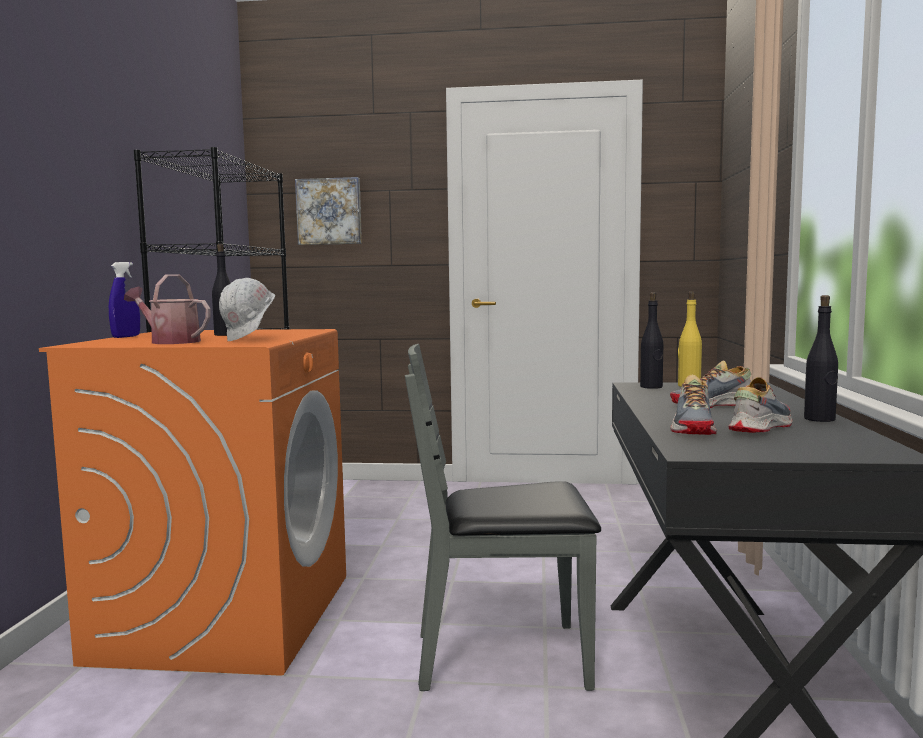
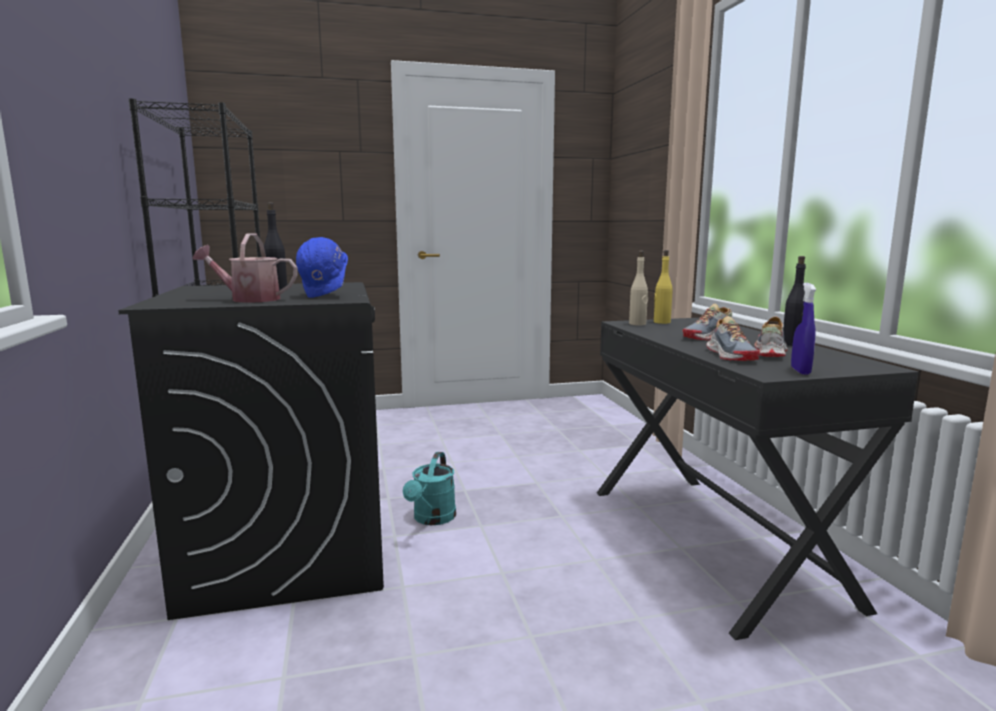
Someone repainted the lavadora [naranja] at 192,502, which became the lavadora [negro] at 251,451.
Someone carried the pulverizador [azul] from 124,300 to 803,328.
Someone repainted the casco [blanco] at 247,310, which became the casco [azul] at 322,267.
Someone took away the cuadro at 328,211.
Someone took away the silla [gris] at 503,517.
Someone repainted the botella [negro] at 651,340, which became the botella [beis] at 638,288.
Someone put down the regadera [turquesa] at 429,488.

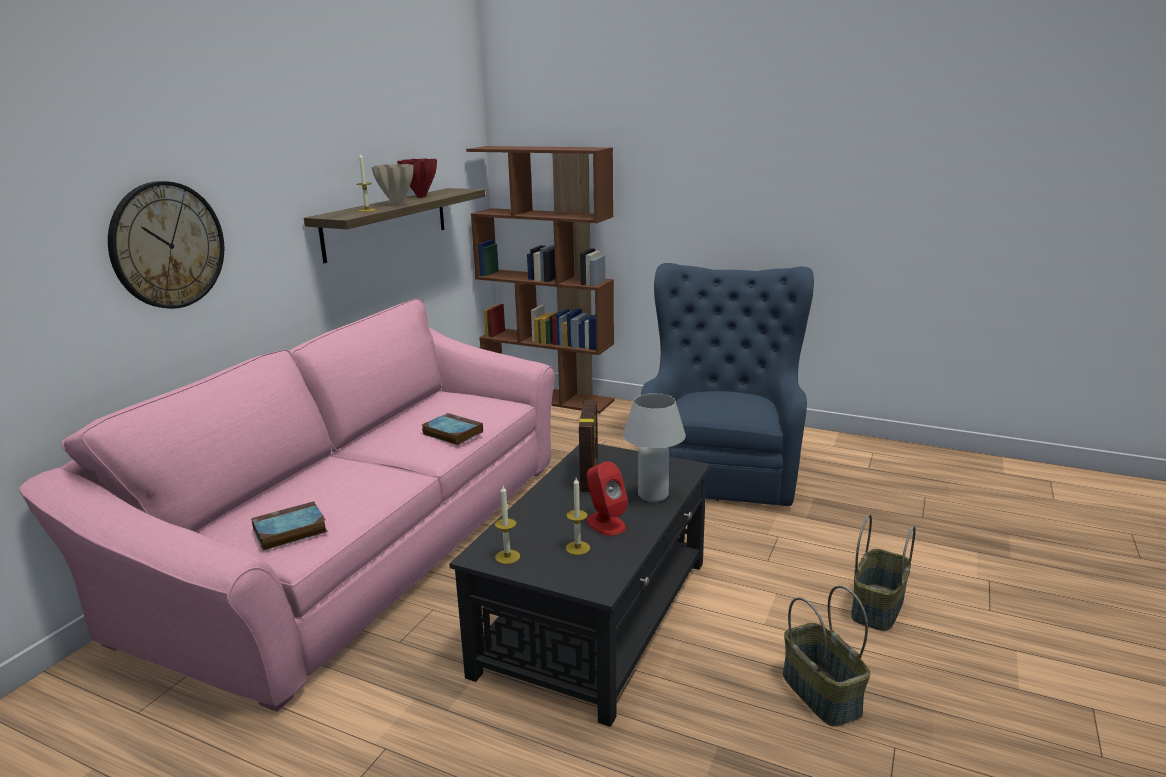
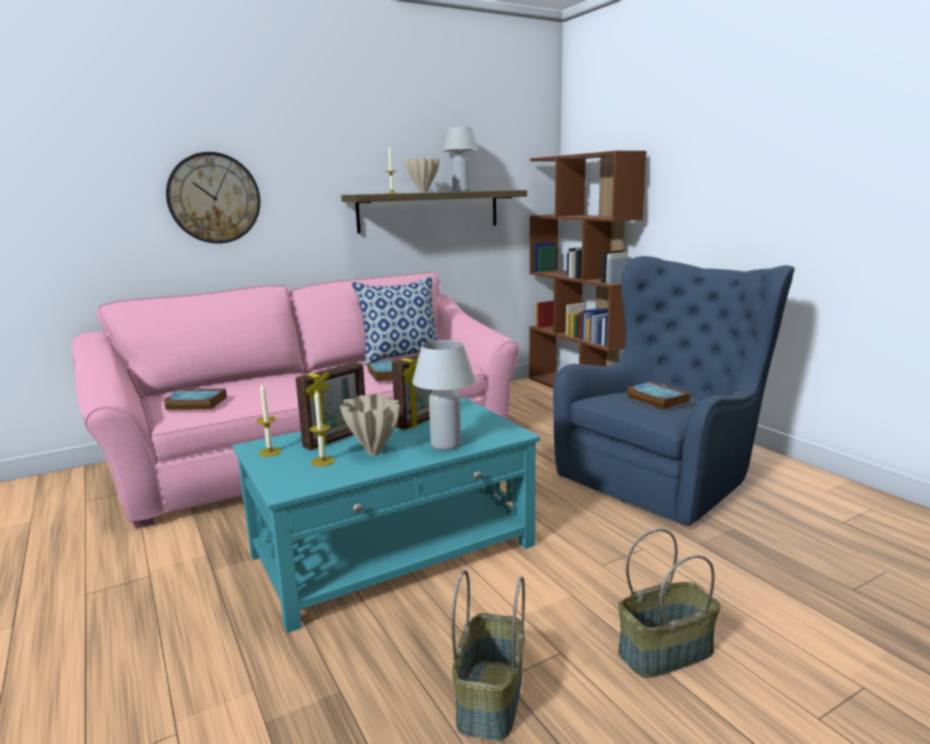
Someone swapped the florero [rojo] at 417,178 for the lámpara de mesa [blanco] at 460,159.
Someone repainted the mesa de centro [negro] at 579,585, which became the mesa de centro [turquesa] at 386,515.
Someone swapped the altavoz [rojo] at 607,498 for the florero [beis] at 370,424.
Someone put down the portarretratos at 330,406.
Someone put down the cojín at 395,320.
Someone put down the libro at 659,395.

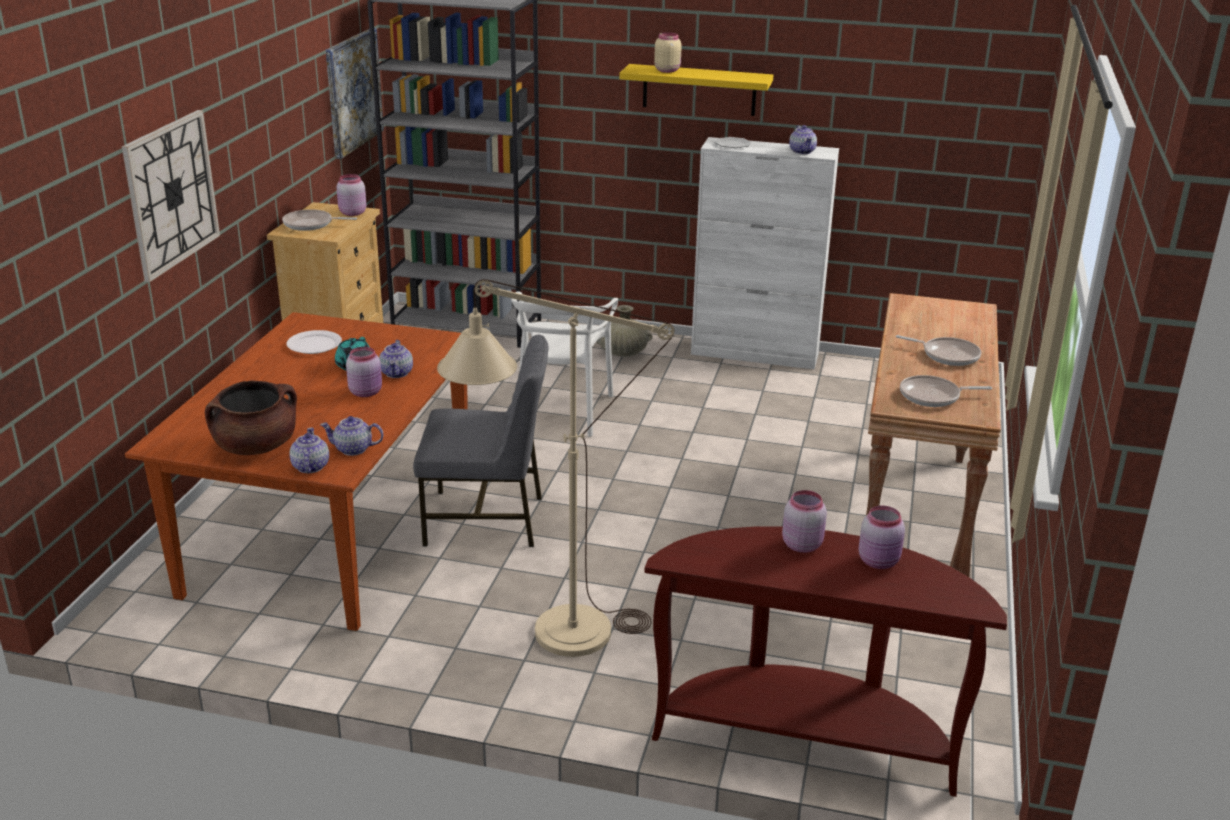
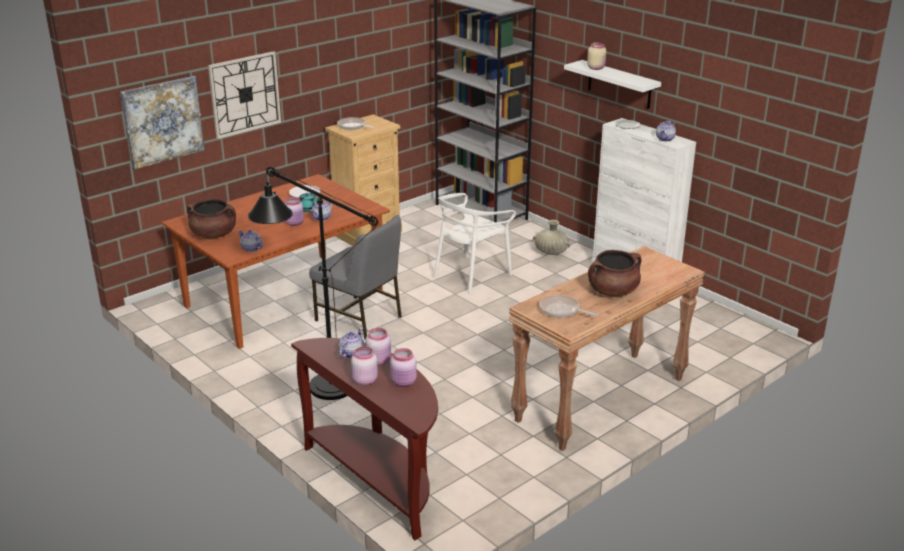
Someone carried the tetera from 309,450 to 351,343.
Someone carried the cuadro from 355,93 to 162,122.
Someone carried the tarro [rosa] from 351,195 to 364,366.
Someone repainted the lámpara de pie [beis] at 555,468, which became the lámpara de pie [negro] at 313,283.
Someone repainted the estante [amarillo] at 696,90, which became the estante [blanco] at 612,84.
Someone swapped the sartén at 938,350 for the olla [marrón] at 614,273.

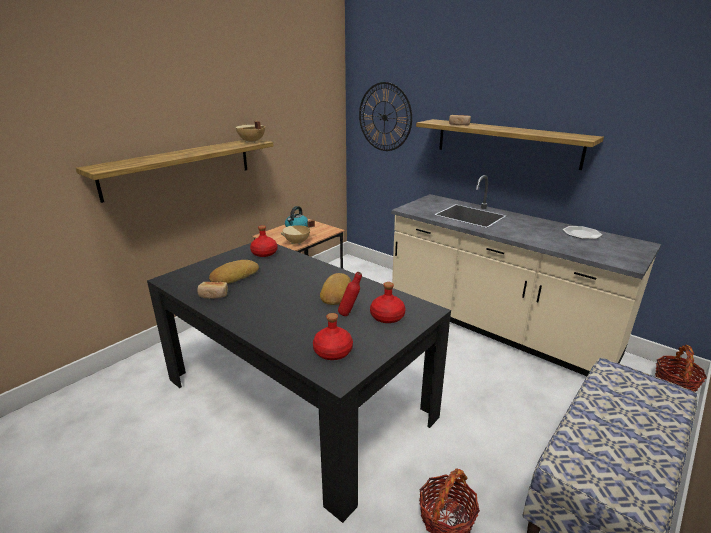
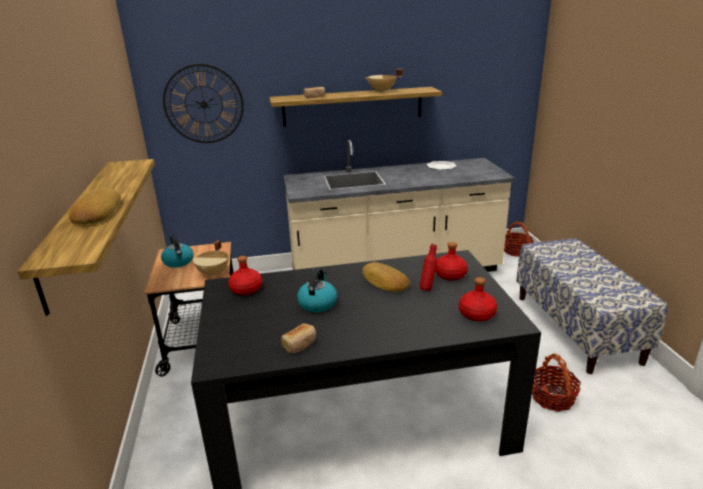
Someone carried the pan from 234,272 to 95,206.
Someone carried the olla [beis] from 250,132 to 384,81.
Someone put down the hervidor at 317,290.

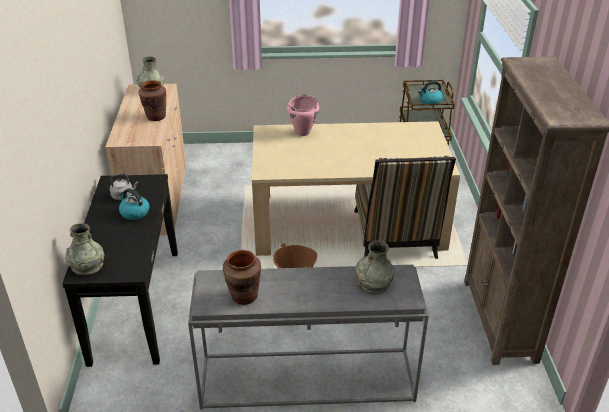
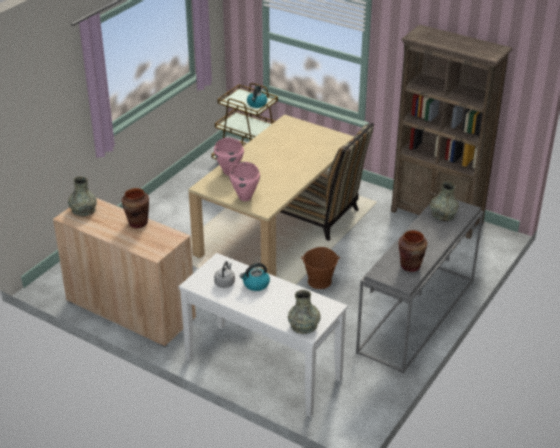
Someone repainted the mesa consola [negro] at 120,270, which became the mesa consola [blanco] at 263,335.
Someone put down the olla [rosa] at 244,181.

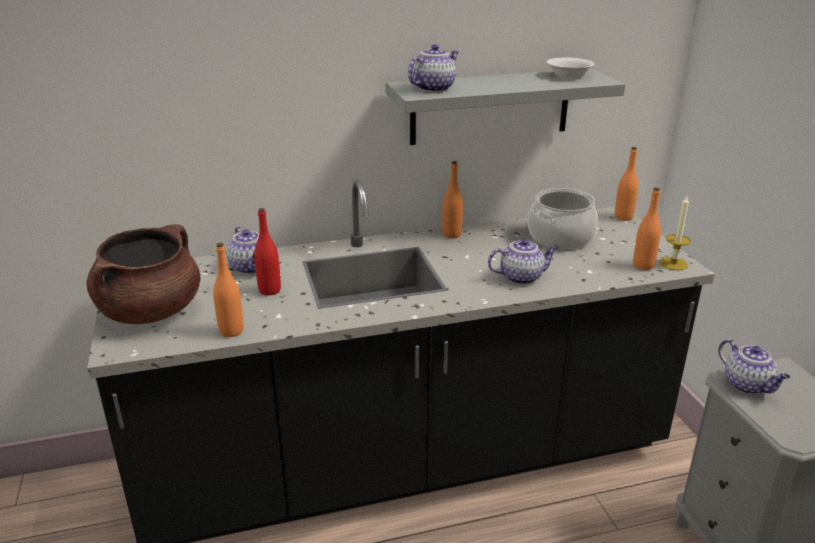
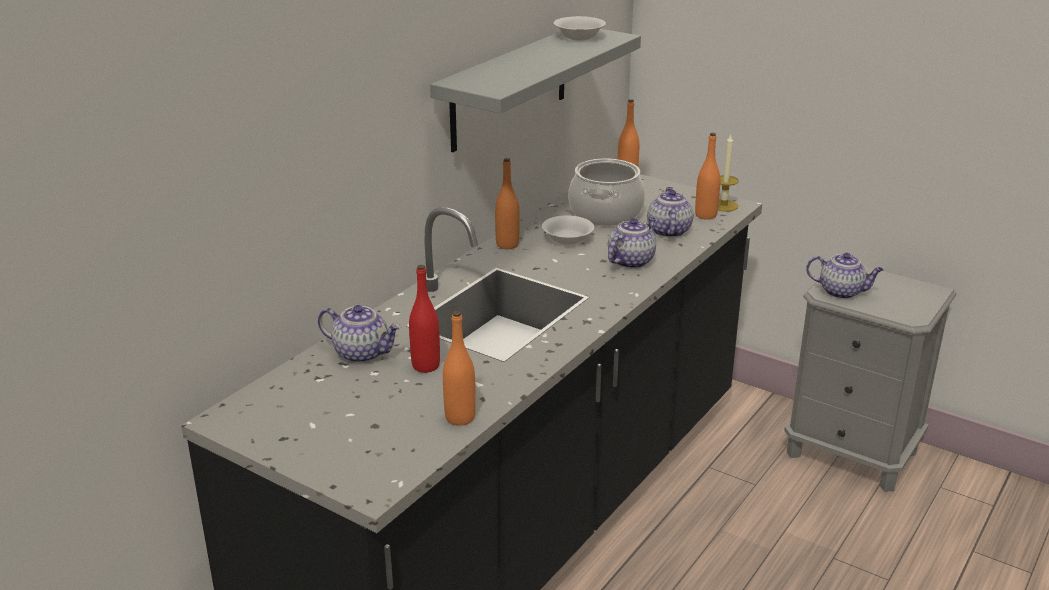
Someone took away the olla [marrón] at 143,274.
Someone carried the tetera from 433,68 to 670,212.
Someone put down the cuenco [blanco] at 568,230.

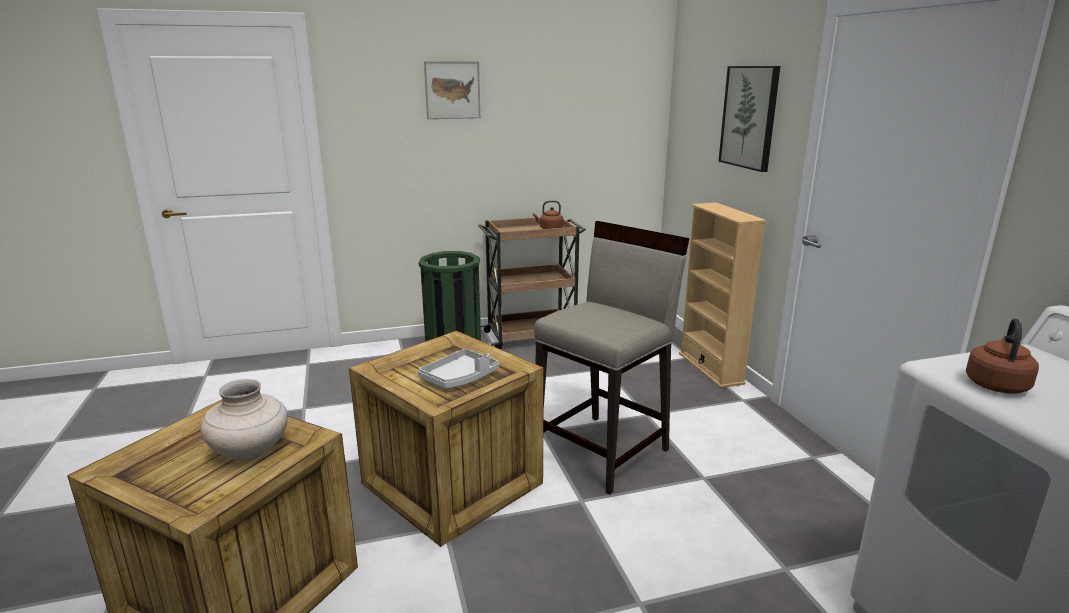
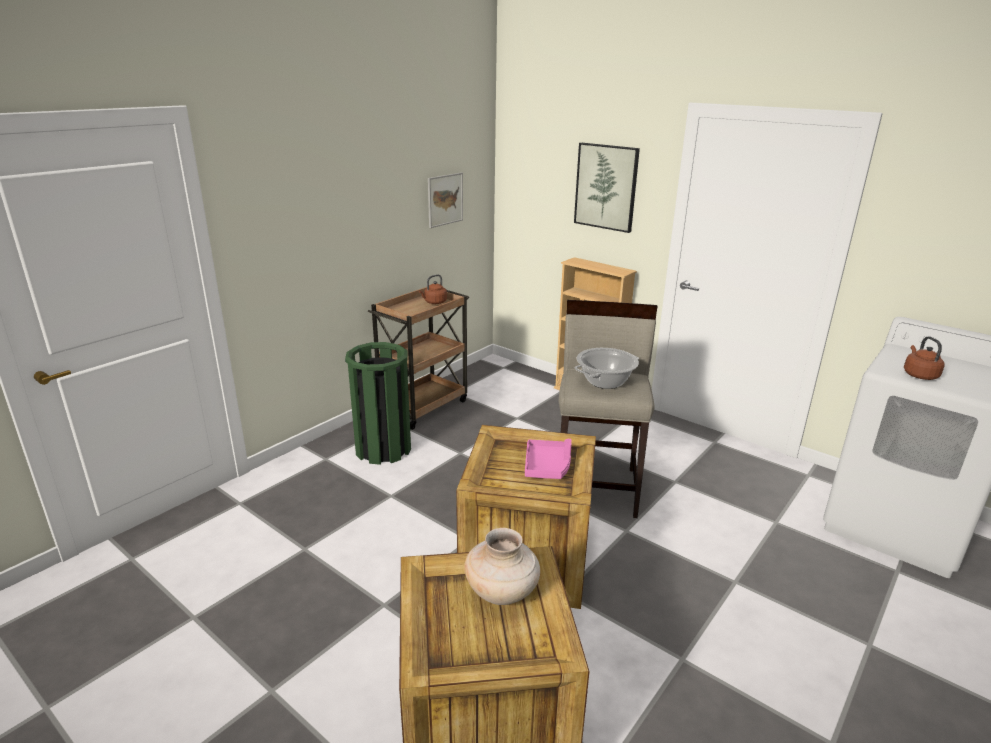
Someone repainted the bandeja [gris] at 458,368, which became the bandeja [rosa] at 548,459.
Someone carried the cuadro from 452,90 to 445,200.
Someone put down the olla at 607,368.

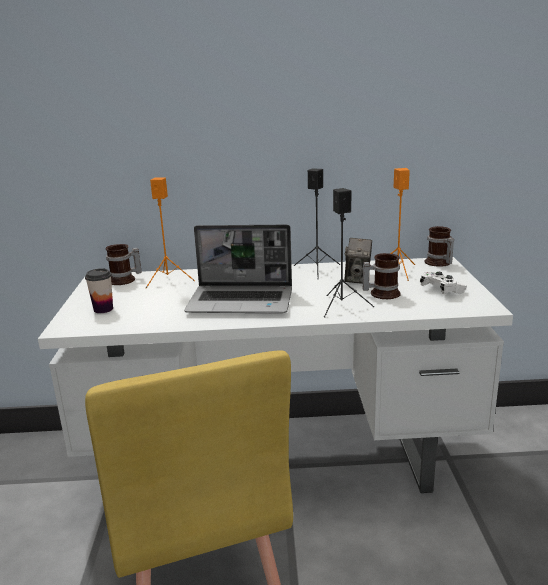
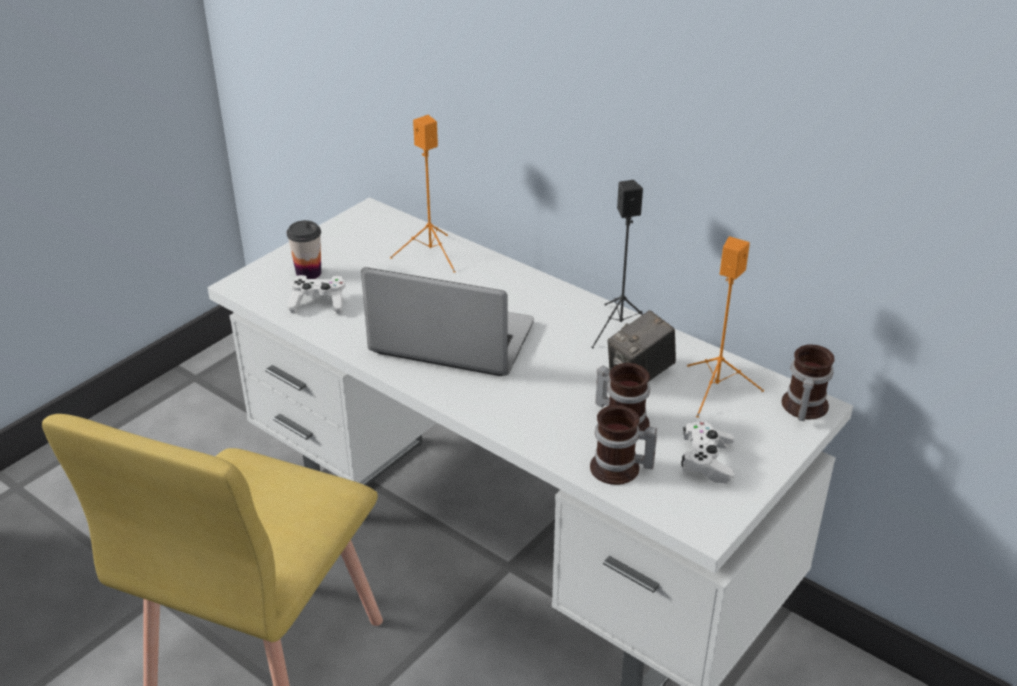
Someone carried the taza grande from 123,264 to 623,445.
Someone rotated the portátil at 238,269 by 150 degrees clockwise.
Someone took away the altavoz [negro] at 349,252.
Someone put down the mando de consola [blanco] at 316,294.

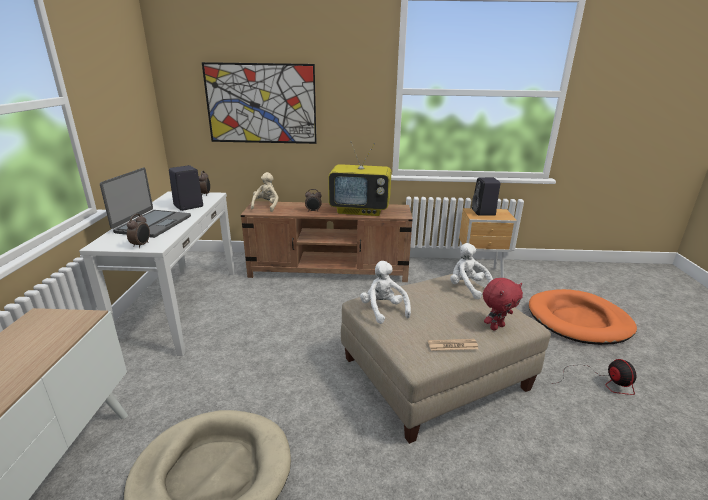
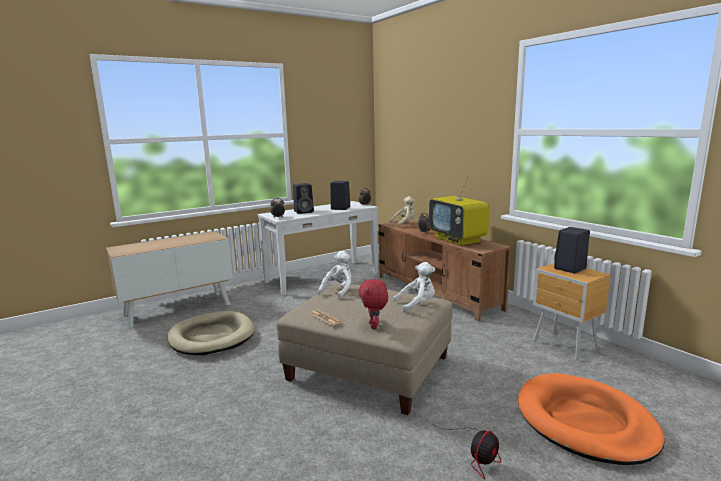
Someone swapped the portátil at 145,202 for the altavoz [negro] at 303,198.
Someone took away the cuadro at 259,103.
Someone rotated the peluche [blanco] at 471,271 by 60 degrees clockwise.
Someone rotated the peluche [rojo] at 503,304 by 60 degrees clockwise.

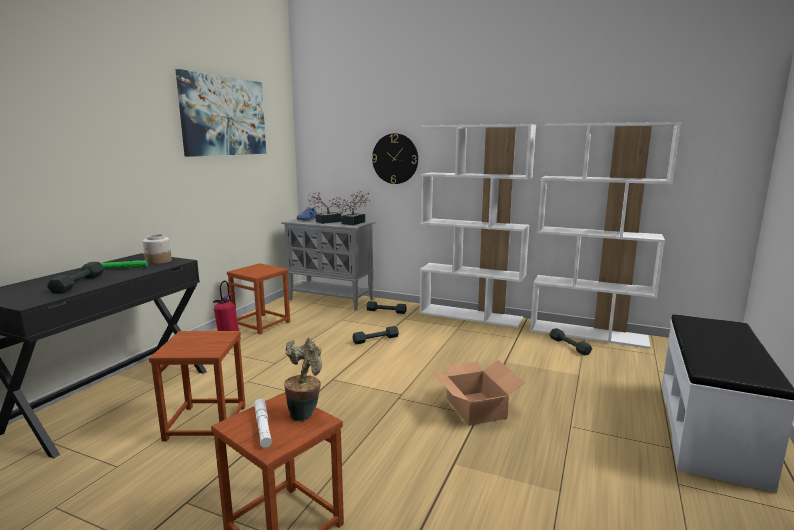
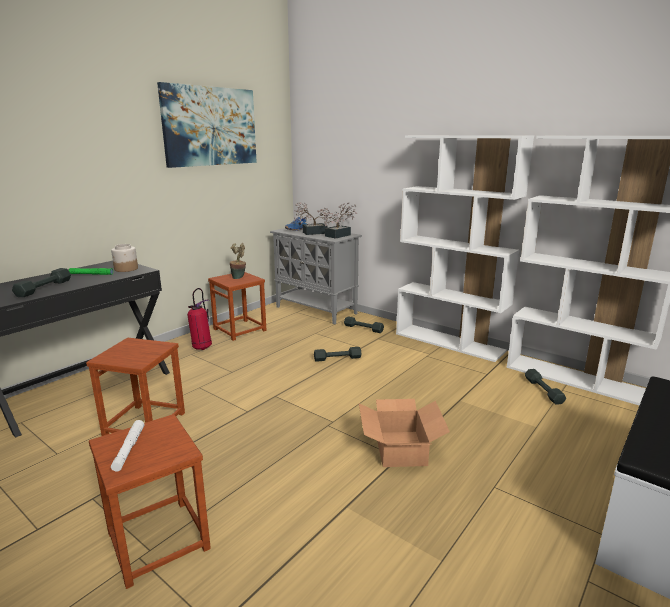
Someone carried the planta en maceta from 303,379 to 237,261.
Someone took away the reloj de pared at 395,158.

